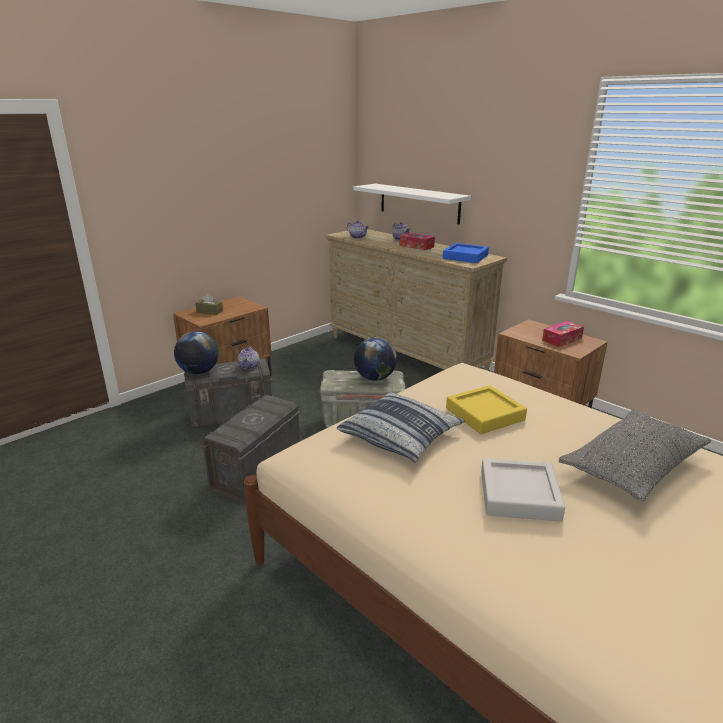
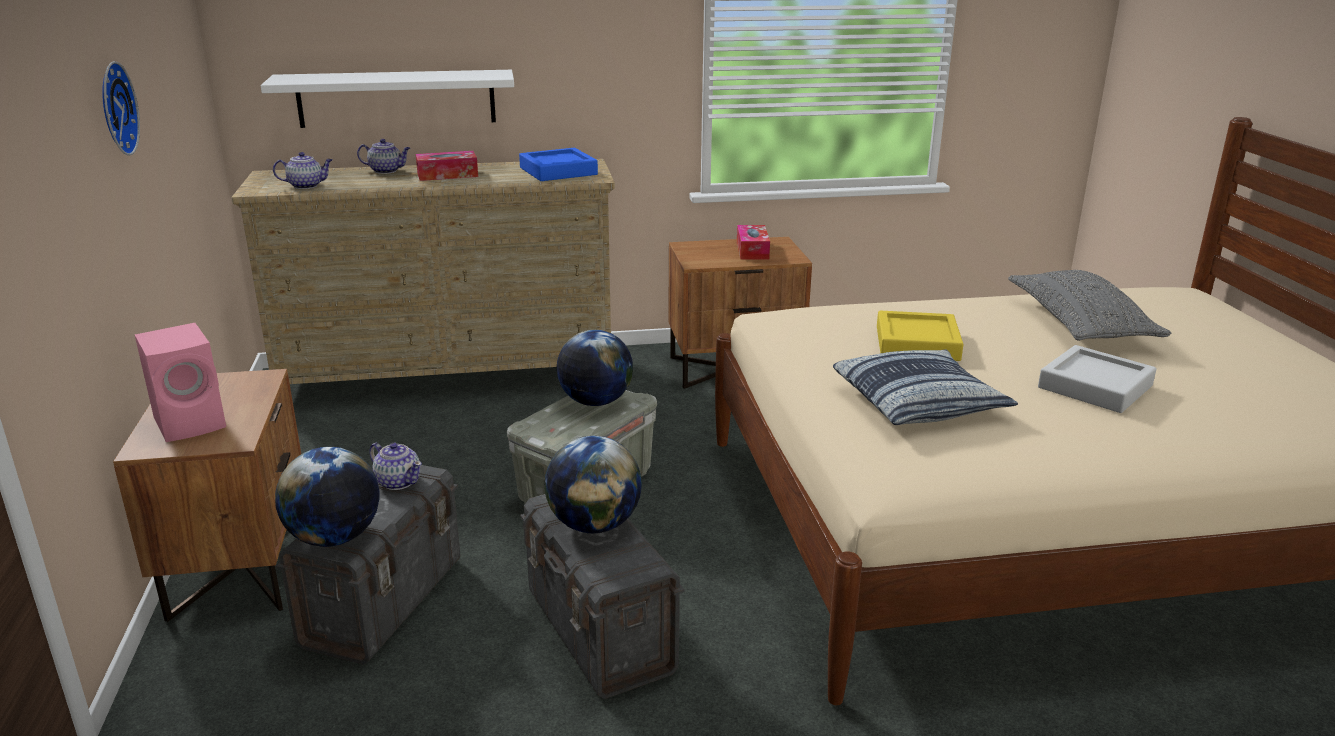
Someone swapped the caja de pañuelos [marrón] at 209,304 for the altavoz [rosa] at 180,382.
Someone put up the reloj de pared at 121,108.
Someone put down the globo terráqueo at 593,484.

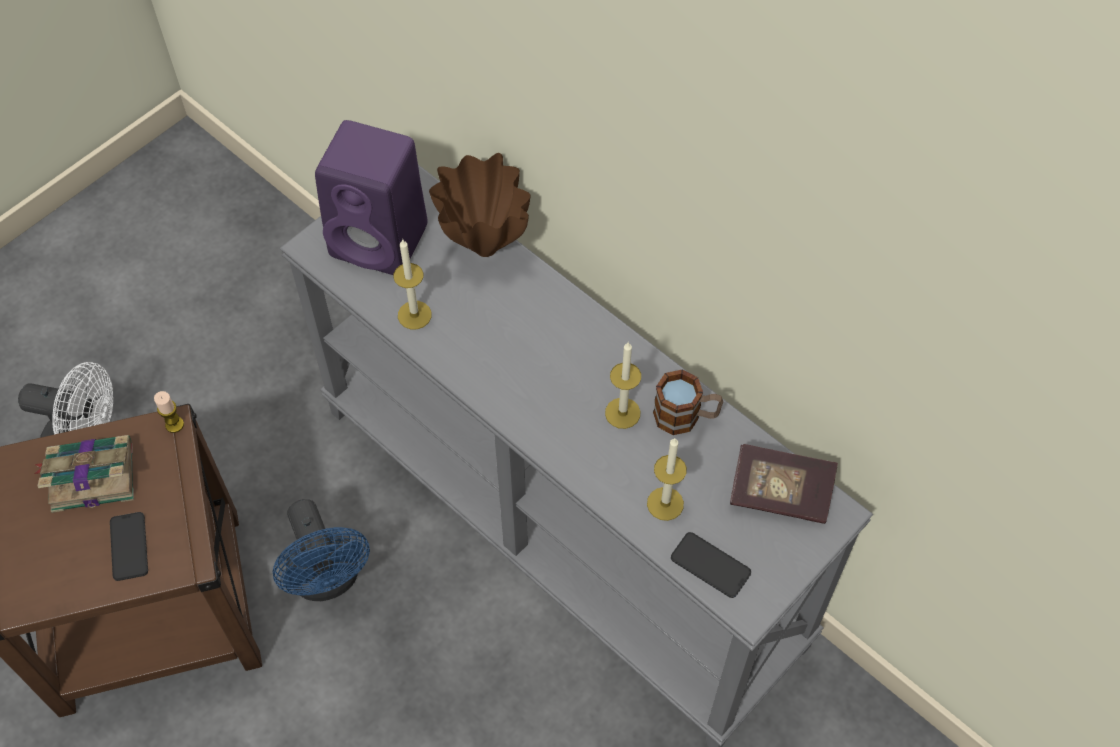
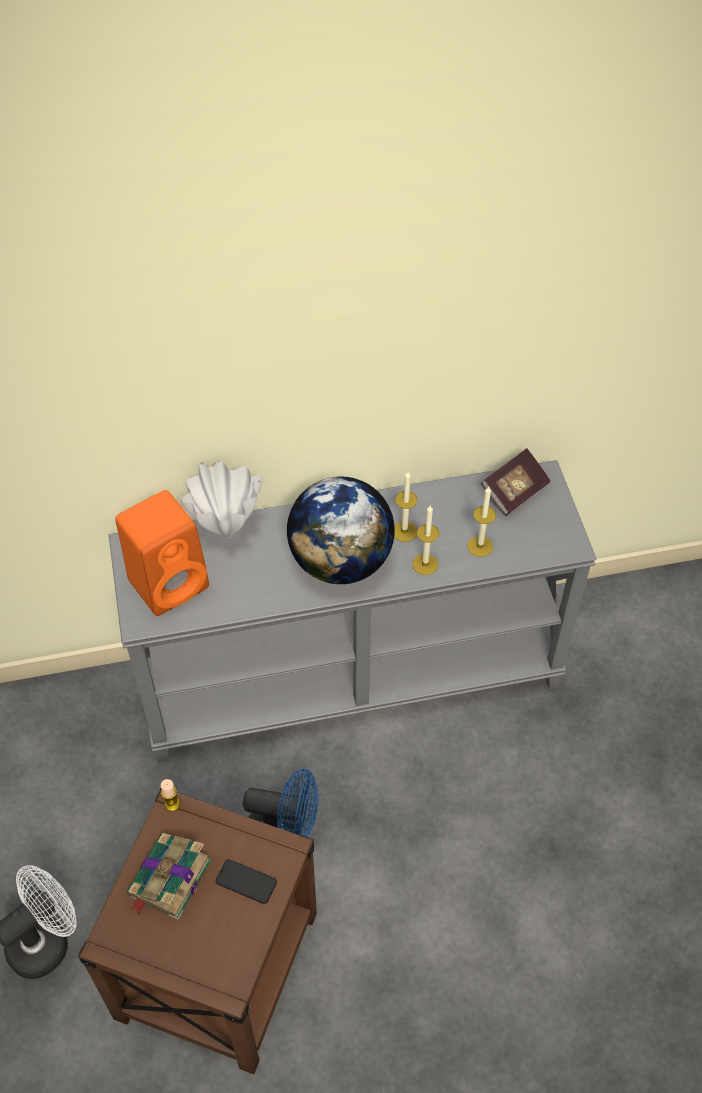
Someone repainted the altavoz [morado] at 371,197, which became the altavoz [naranja] at 162,553.
Someone carried the vela from 412,284 to 425,540.
Someone repainted the florero [marrón] at 480,205, which became the florero [blanco] at 221,499.
Someone took away the taza grande at 688,402.
Someone took away the móvil at 711,565.
Someone put down the globo terráqueo at 341,530.

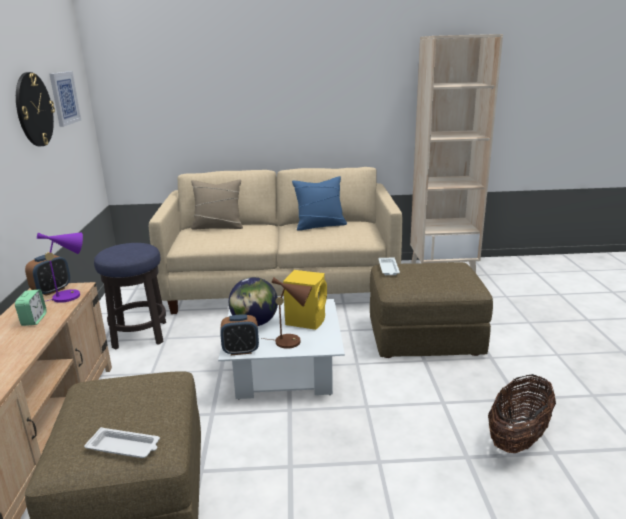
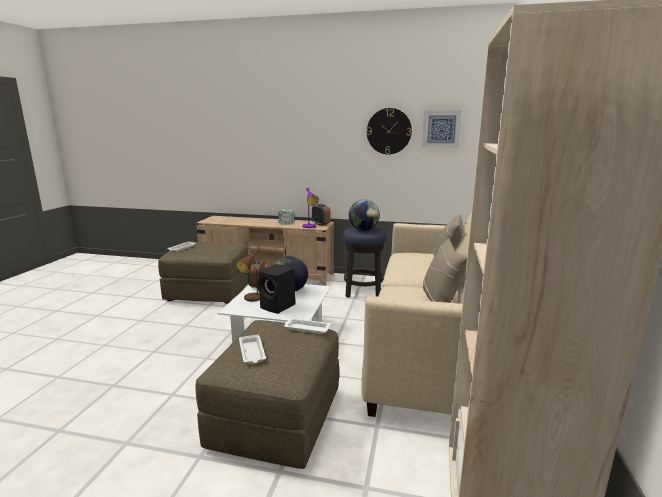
Someone repainted the altavoz [amarillo] at 305,300, which became the altavoz [negro] at 276,289.
Someone repainted the cojín [azul] at 319,203, which became the cojín [beis] at 445,270.
Someone took away the cesta at 522,413.
Someone put down the bandeja [blanco] at 252,349.
Someone put down the globo terráqueo at 364,215.

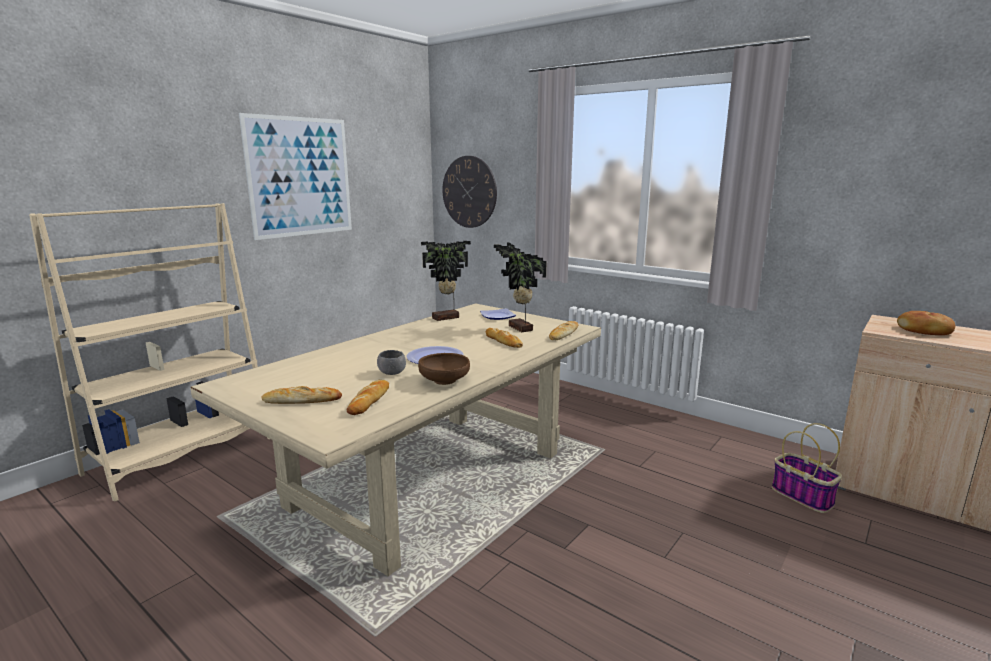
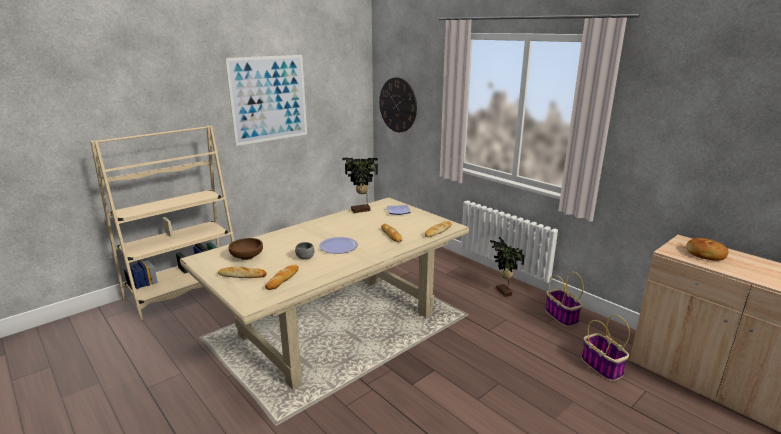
Someone carried the cuenco [marrón] from 444,369 to 246,249.
Someone carried the planta en maceta from 520,287 to 507,267.
Someone put down the cesta at 564,299.

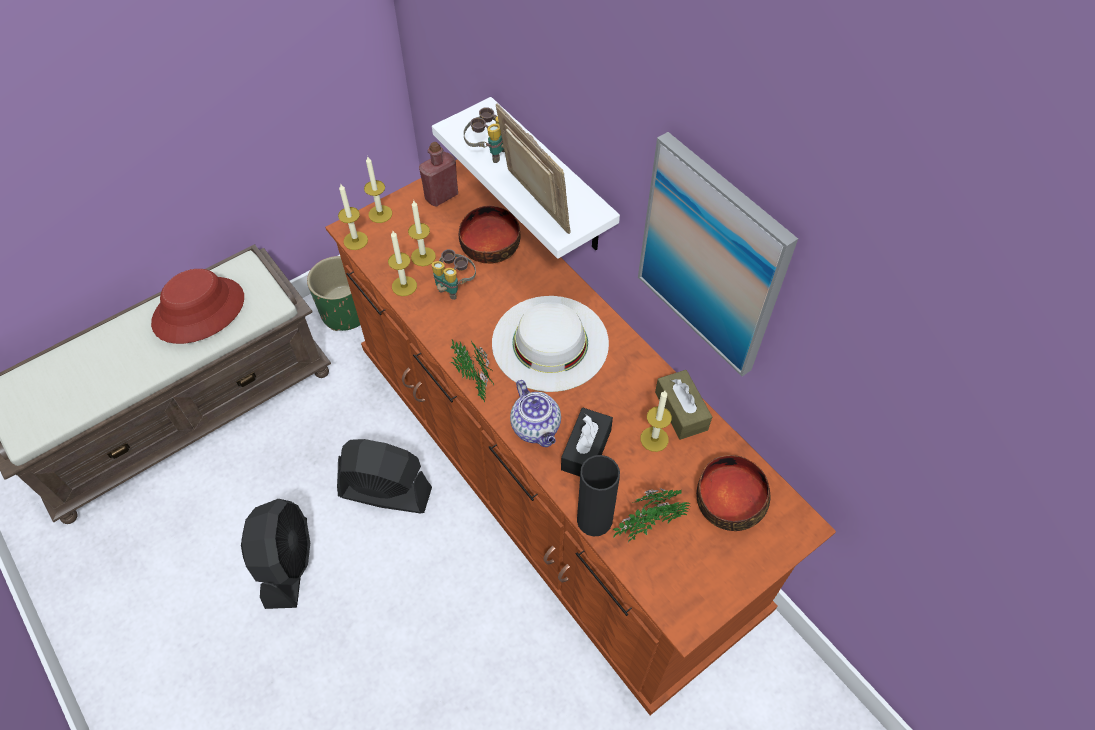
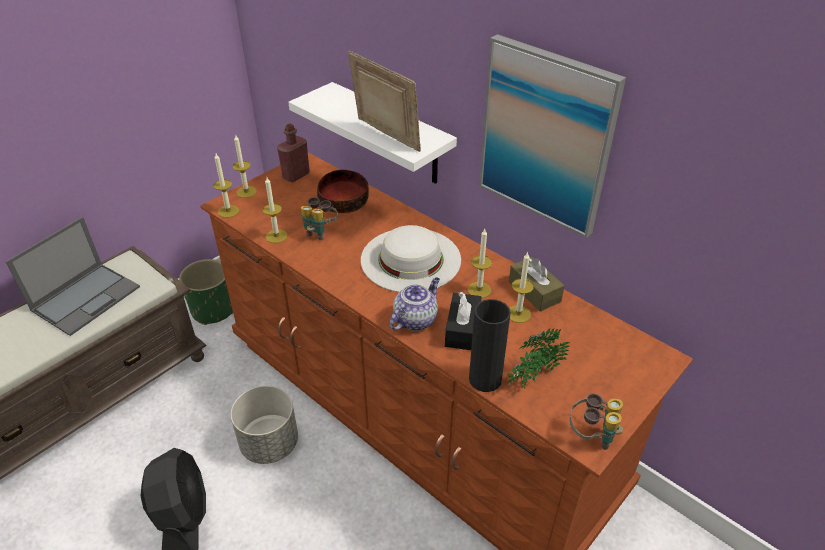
Someone swapped the sombrero [rojo] at 197,306 for the portátil at 72,276.
Someone swapped the ventilador [negro] at 384,476 for the maceta [gris] at 264,425.
Someone carried the vela from 422,233 to 480,263.
Someone took away the planta en maceta at 472,370.
Someone carried the prismáticos from 484,135 to 596,421.
Someone rotated the tetera at 535,413 by 105 degrees counterclockwise.
Someone took away the cuenco at 733,493.

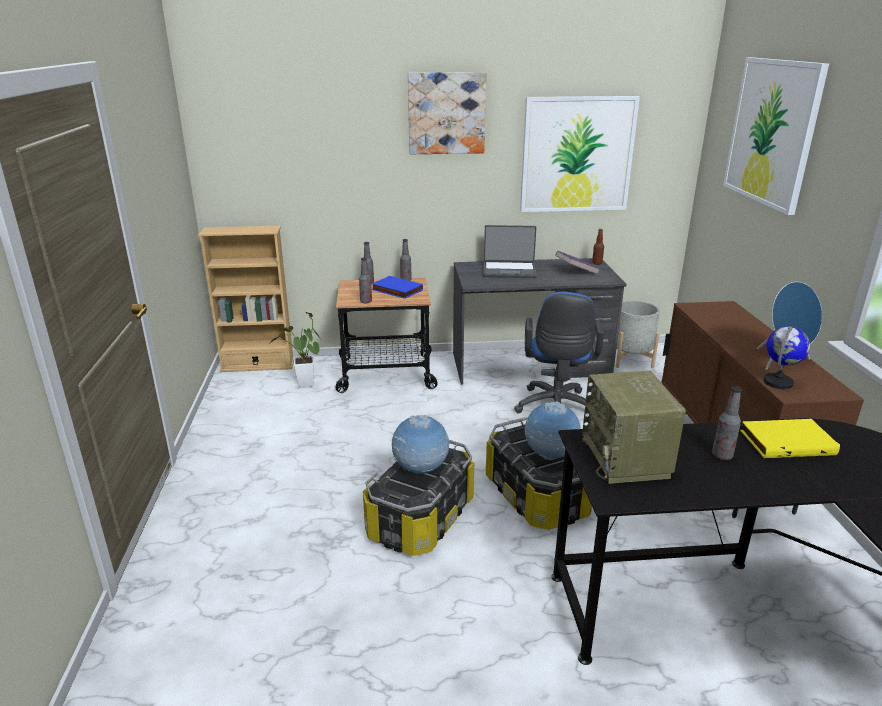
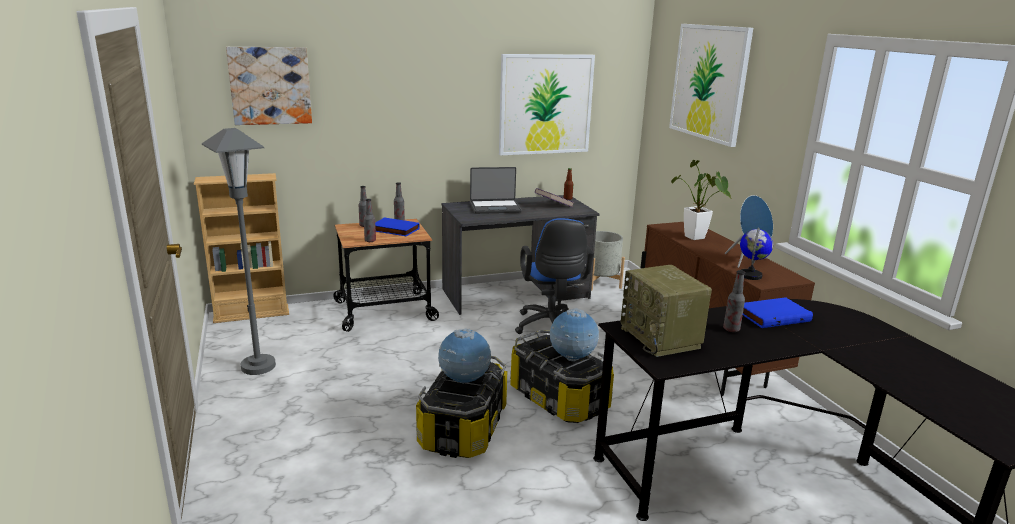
Someone carried the planta en maceta from 295,350 to 701,200.
Someone carried the cuadro from 447,113 to 269,86.
Someone repainted the libro [amarillo] at 790,438, which became the libro [azul] at 778,312.
Someone put down the lámpara de pie [gris] at 239,251.

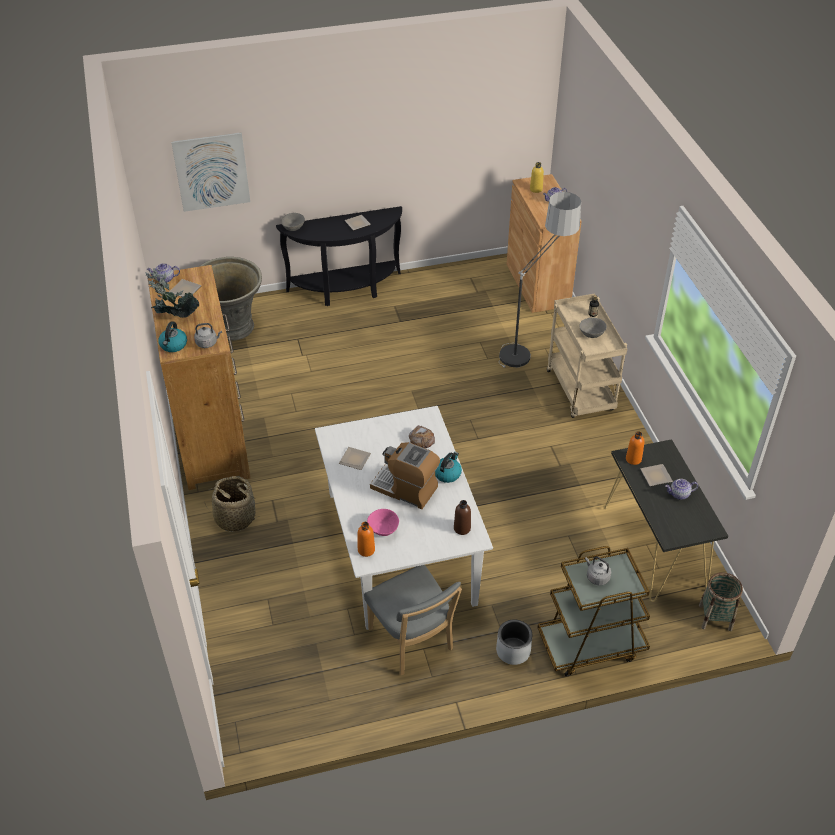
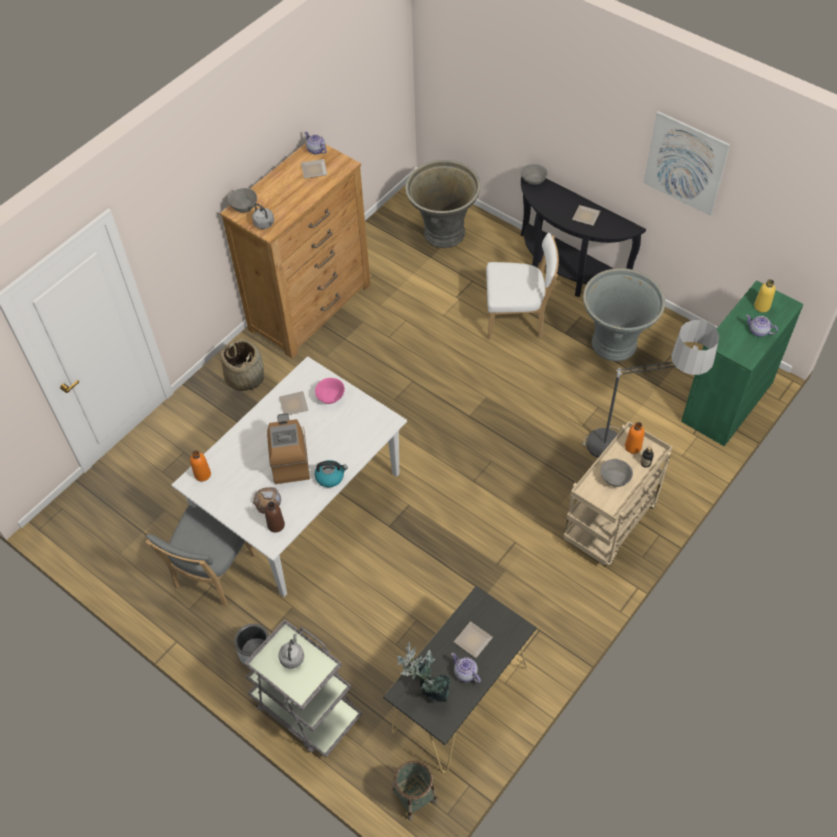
Someone carried the planta en maceta from 172,293 to 423,671.
Someone swapped the hervidor at 172,336 for the cuenco [gris] at 242,200.
Someone carried the cuadro from 210,172 to 687,163.
Someone carried the cuenco [rosa] from 383,522 to 330,391.
Someone carried the pan from 422,436 to 267,500.
Someone repainted the armario [marrón] at 544,243, which became the armario [verde] at 742,363.
Someone repainted the carrito [marrón] at 594,611, which became the carrito [gris] at 303,688.
Someone carried the botella [naranja] from 635,448 to 635,438.
Someone put down the silla [blanco] at 522,286.
Someone put down the maceta [gris] at 624,314.

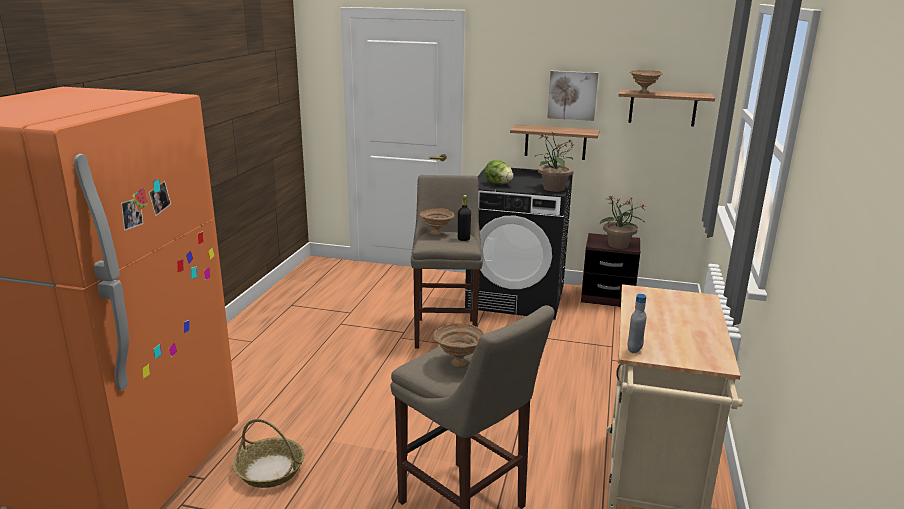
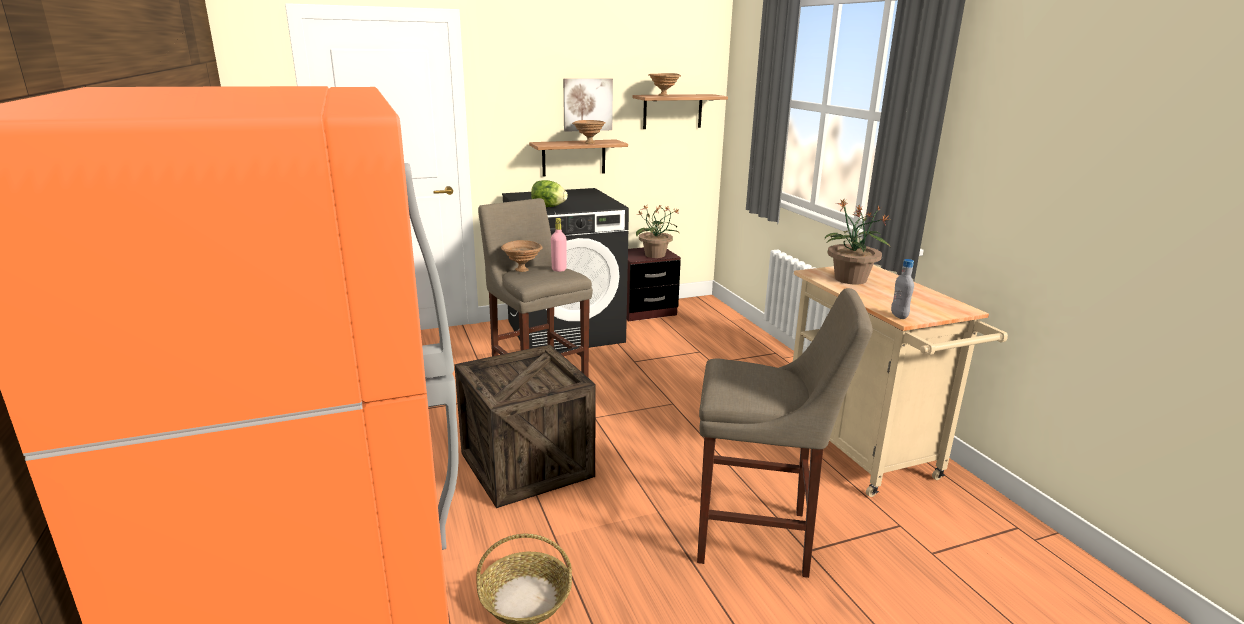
Someone carried the cuenco [marrón] from 459,345 to 589,132.
Someone repainted the botella [negro] at 464,218, which became the botella [rosa] at 558,245.
Someone carried the planta en maceta from 554,162 to 858,241.
Someone put down the caja de embalaje at 525,426.

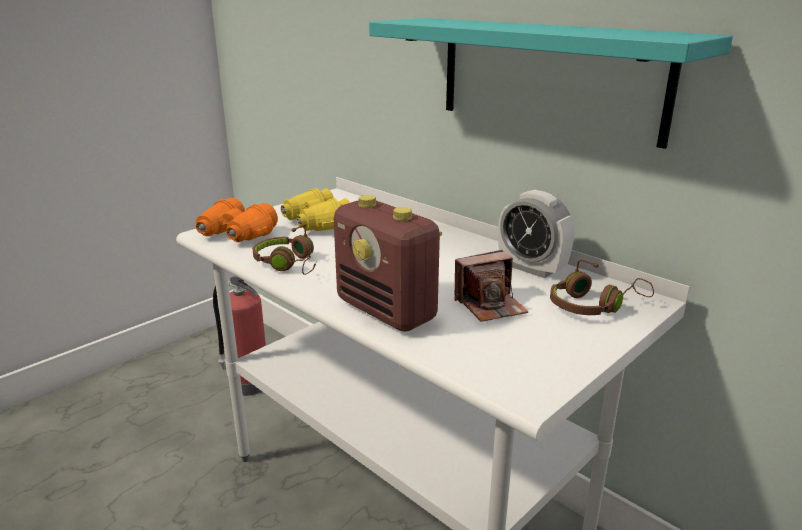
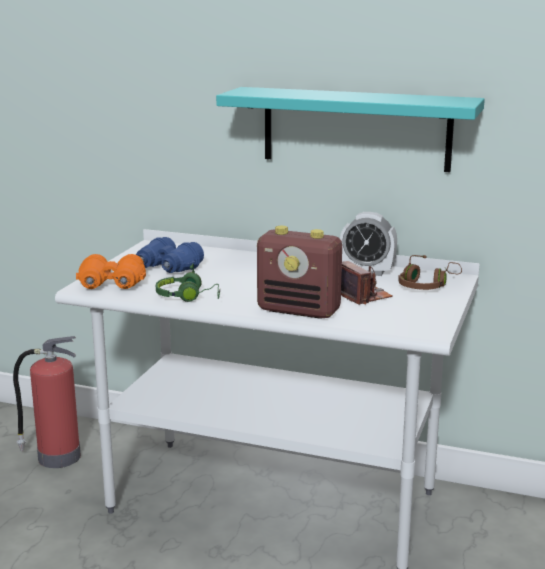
Someone repainted the auriculares [marrón] at 285,250, which became the auriculares [verde] at 188,282.
Someone repainted the prismáticos [amarillo] at 315,209, which became the prismáticos [azul] at 170,255.
Someone rotated the cámara at 491,286 by 75 degrees counterclockwise.

